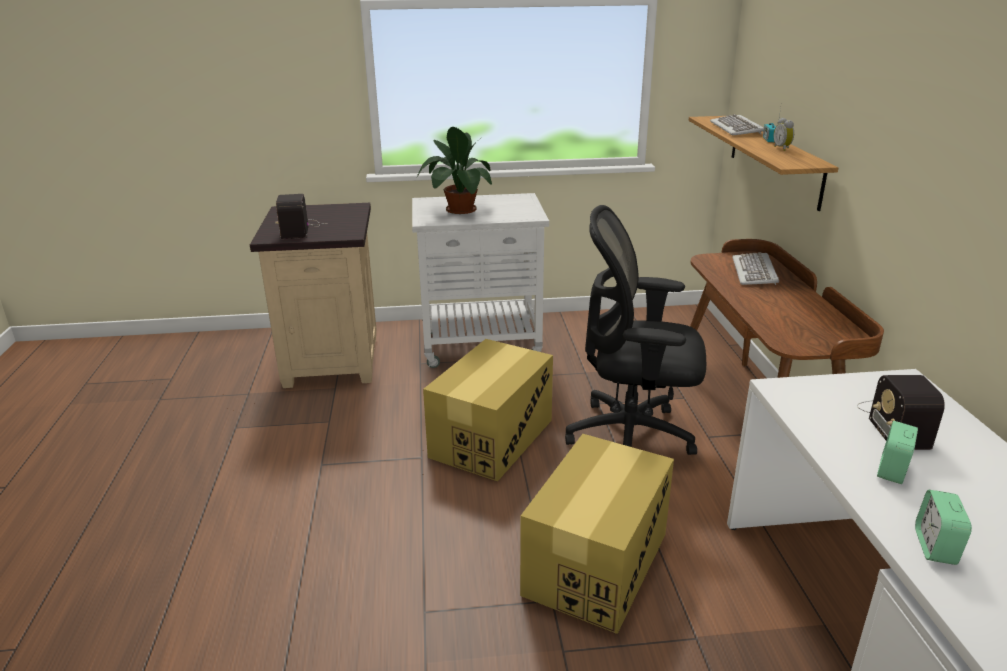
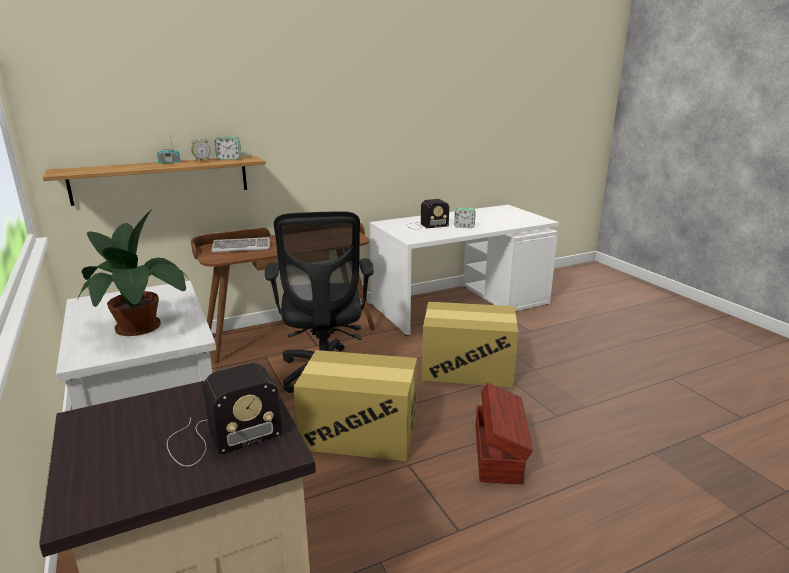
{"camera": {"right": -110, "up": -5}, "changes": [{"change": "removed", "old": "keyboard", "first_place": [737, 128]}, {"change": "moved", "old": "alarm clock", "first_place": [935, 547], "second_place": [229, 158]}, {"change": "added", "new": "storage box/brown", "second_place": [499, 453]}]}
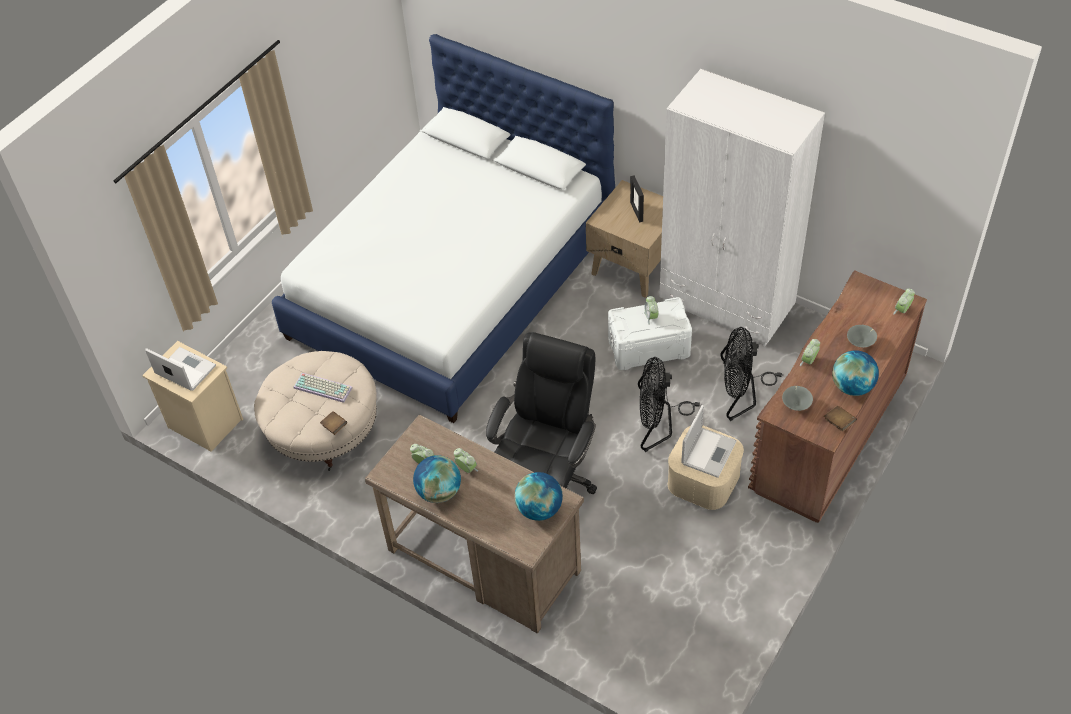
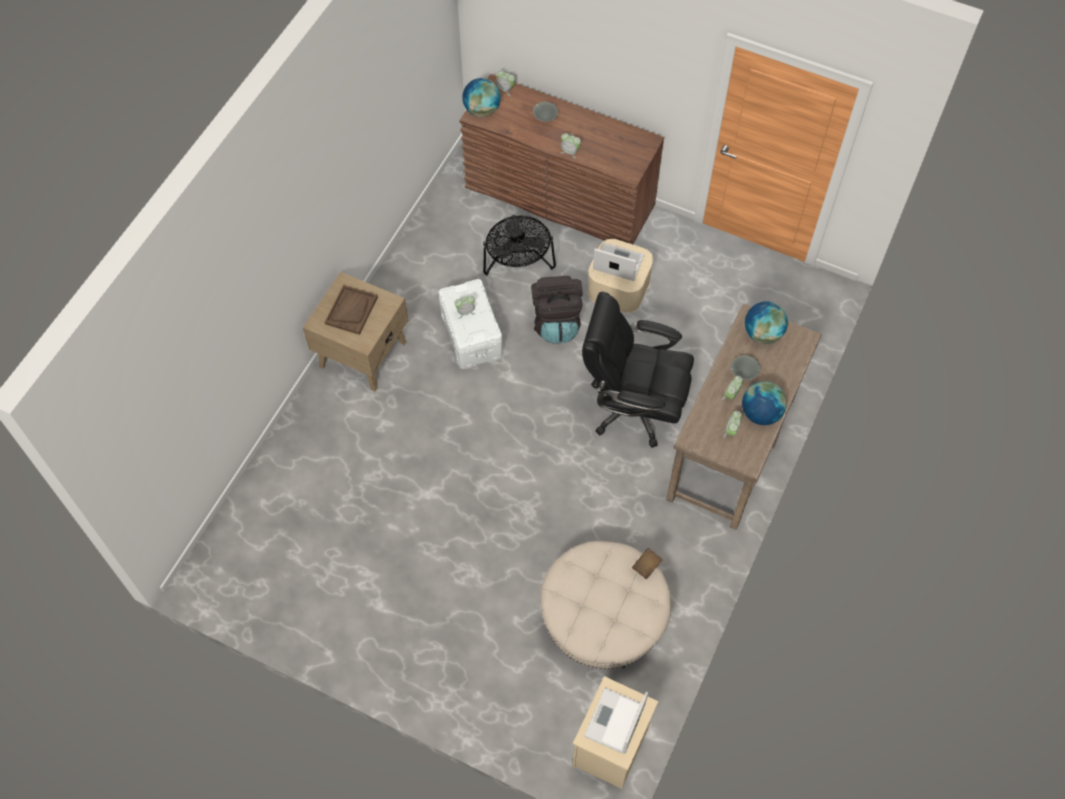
{"camera": {"right": -100, "up": 10}, "changes": [{"change": "removed", "old": "bed/white", "first_place": [453, 283]}, {"change": "removed", "old": "wardrobe/white", "first_place": [726, 306]}, {"change": "replaced", "old": "picture frame", "new": "tray/brown", "first_place": [637, 211], "second_place": [351, 310]}, {"change": "moved", "old": "globe", "first_place": [852, 387], "second_place": [482, 110]}, {"change": "replaced", "old": "fan/black", "new": "backpack/black", "first_place": [659, 418], "second_place": [556, 322]}, {"change": "removed", "old": "keyboard", "first_place": [324, 387]}, {"change": "moved", "old": "bowl/grey", "first_place": [796, 404], "second_place": [743, 372]}, {"change": "removed", "old": "book/brown", "first_place": [839, 423]}]}
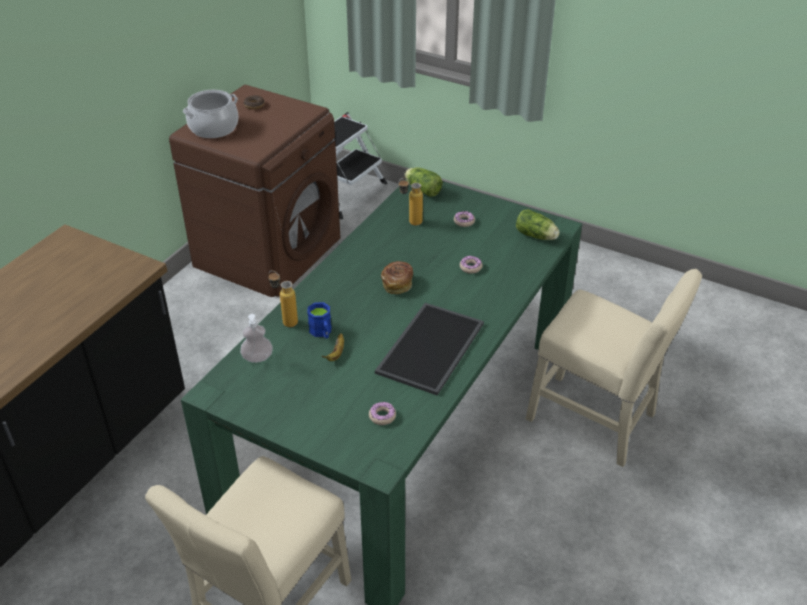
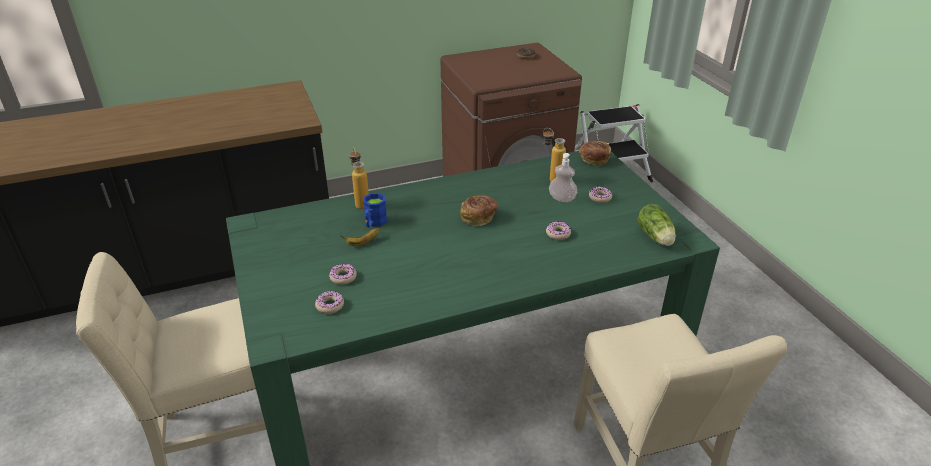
{"camera": {"right": 40, "up": -5}, "changes": [{"change": "removed", "old": "cooking pot", "first_place": [214, 128]}, {"change": "replaced", "old": "lettuce", "new": "bread", "first_place": [422, 189], "second_place": [594, 160]}, {"change": "removed", "old": "tray", "first_place": [432, 349]}, {"change": "moved", "old": "soap dispenser", "first_place": [257, 358], "second_place": [562, 198]}, {"change": "added", "new": "donut", "second_place": [343, 277]}]}
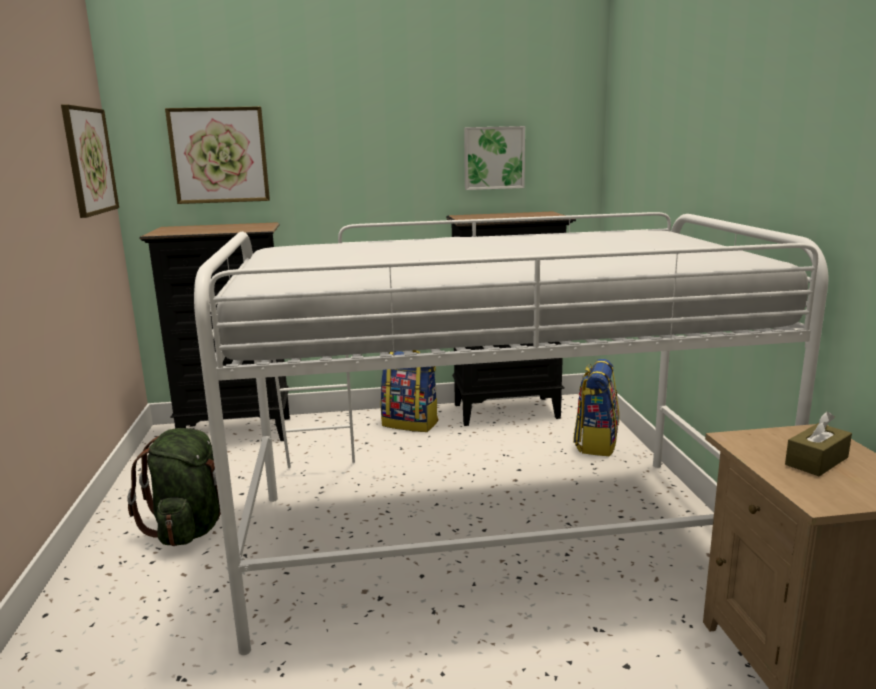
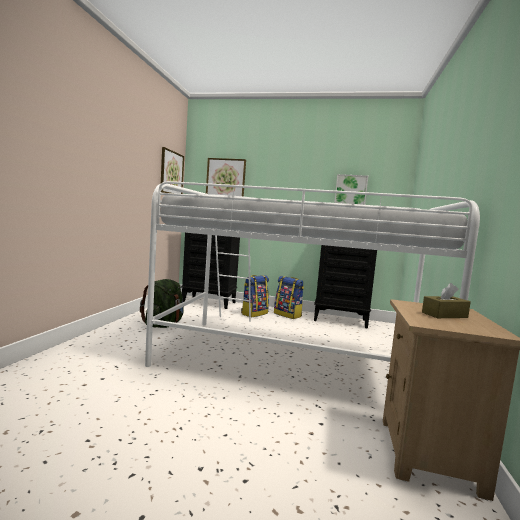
{"camera": {"right": 20, "up": -10}, "changes": [{"change": "moved", "old": "backpack", "first_place": [595, 443], "second_place": [254, 313]}]}
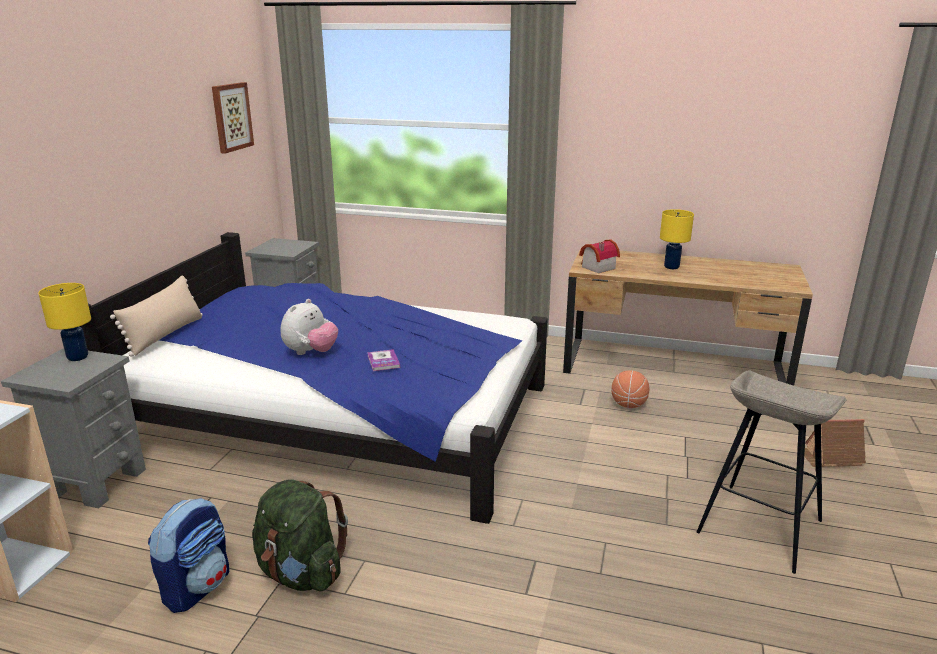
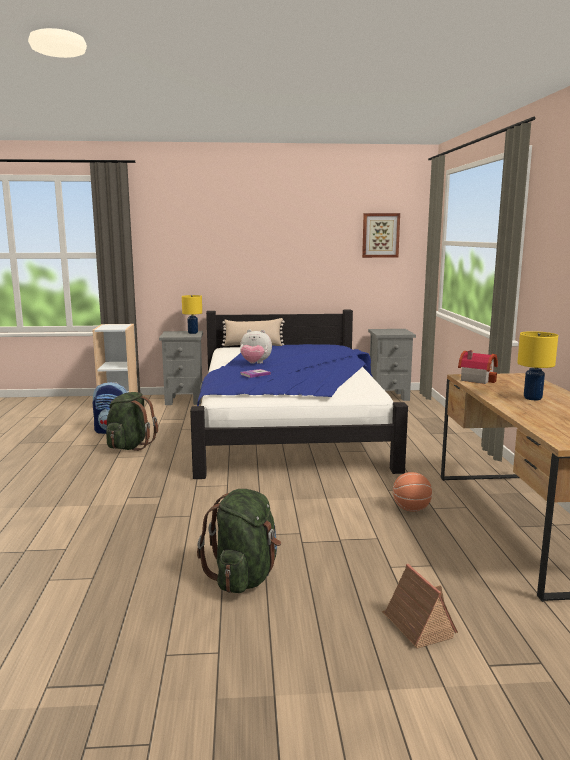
{"camera": {"right": 70, "up": -10}, "changes": [{"change": "replaced", "old": "stool/grey", "new": "backpack/green", "first_place": [758, 526], "second_place": [244, 577]}]}
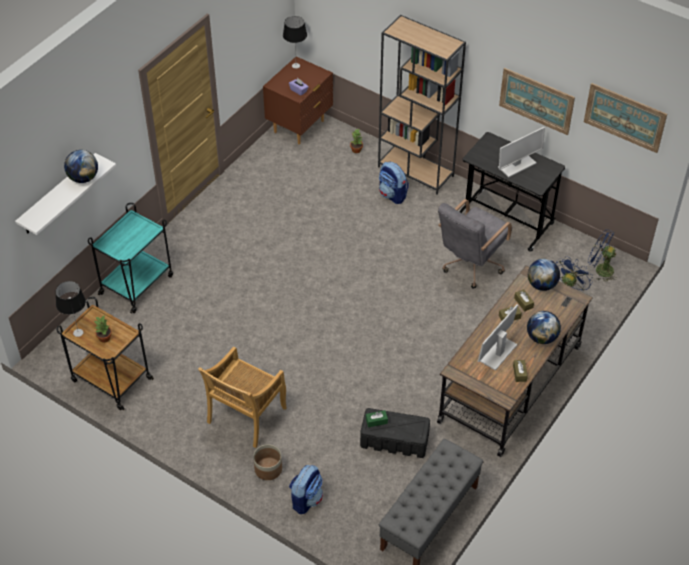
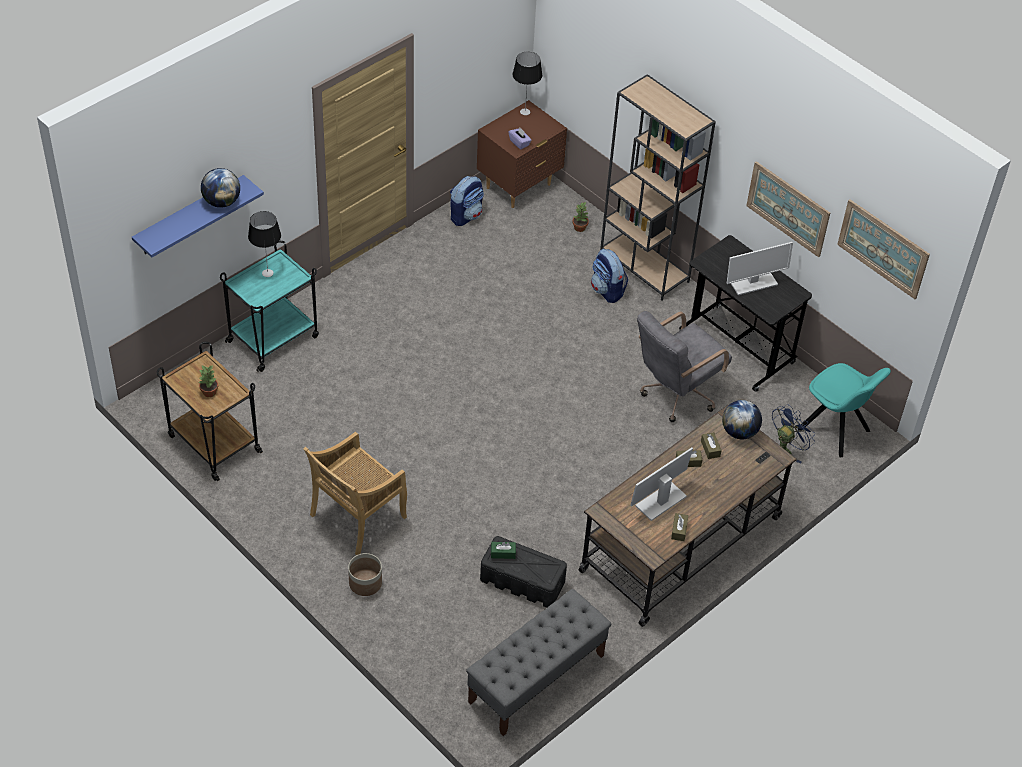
{"camera": {"right": 10, "up": 0}, "changes": [{"change": "recoloured", "old": "shelf/white", "new": "shelf/blue", "first_place": [58, 195], "second_place": [189, 216]}, {"change": "replaced", "old": "fan/blue", "new": "chair/turquoise", "first_place": [600, 269], "second_place": [834, 430]}, {"change": "moved", "old": "table lamp", "first_place": [78, 332], "second_place": [268, 273]}, {"change": "removed", "old": "globe", "first_place": [541, 337]}, {"change": "moved", "old": "backpack", "first_place": [306, 499], "second_place": [466, 215]}]}
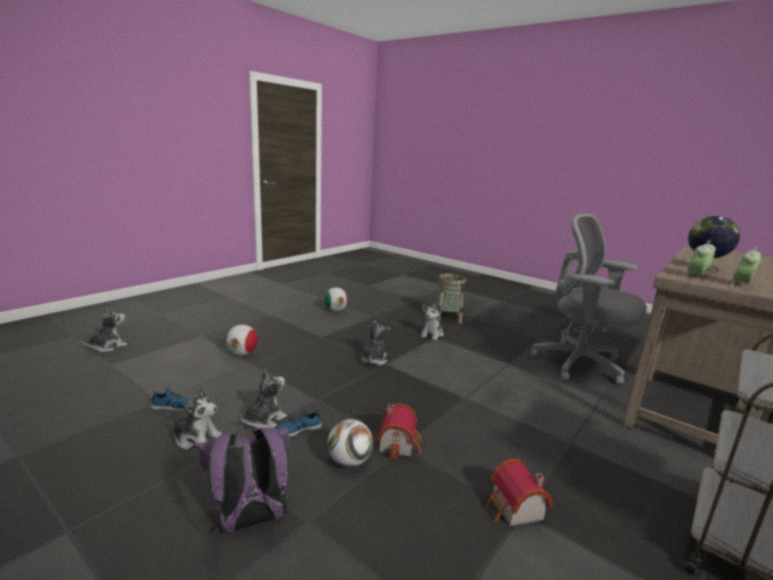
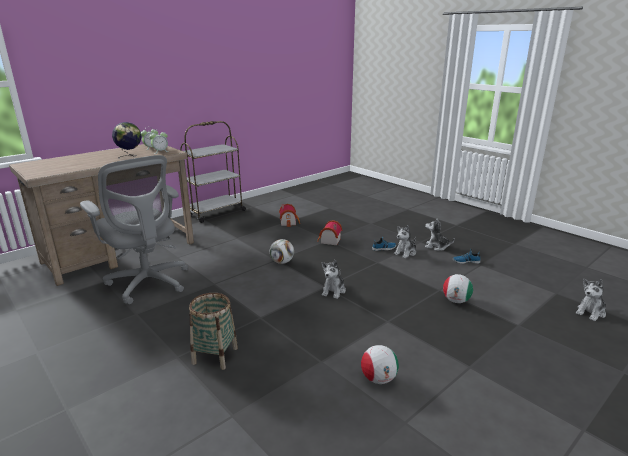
{"camera": {"right": -170, "up": 5}, "changes": [{"change": "removed", "old": "plush toy", "first_place": [432, 334]}, {"change": "moved", "old": "football", "first_place": [349, 461], "second_place": [282, 262]}, {"change": "removed", "old": "backpack/purple", "first_place": [250, 521]}]}
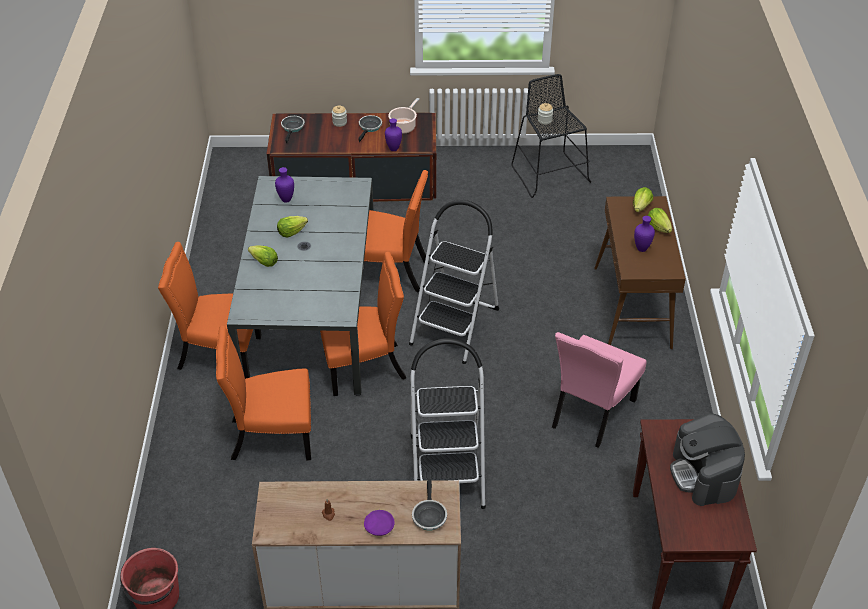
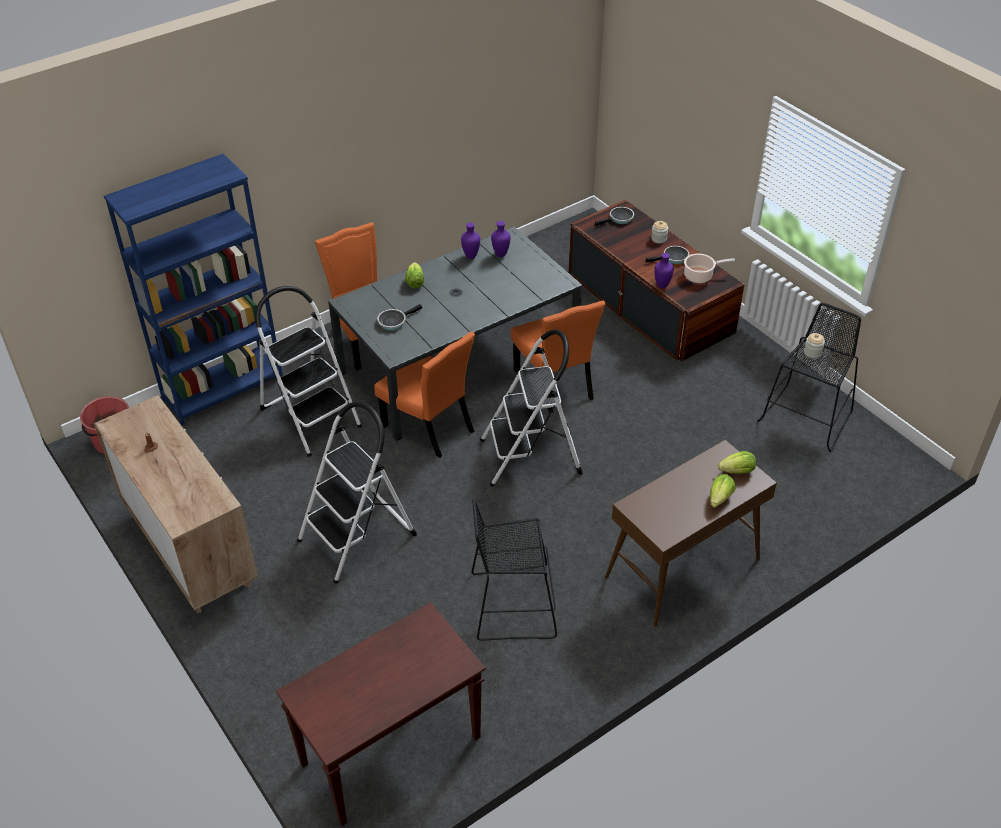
{"camera": {"right": 55, "up": 0}, "changes": [{"change": "removed", "old": "lettuce", "first_place": [291, 232]}, {"change": "moved", "old": "vase/purple", "first_place": [641, 249], "second_place": [470, 256]}, {"change": "replaced", "old": "chair/orange", "new": "step ladder", "first_place": [273, 437], "second_place": [309, 416]}, {"change": "replaced", "old": "chair/pink", "new": "stool/black", "first_place": [592, 411], "second_place": [514, 603]}, {"change": "removed", "old": "coffee machine", "first_place": [704, 475]}, {"change": "moved", "old": "frying pan", "first_place": [429, 515], "second_place": [394, 321]}, {"change": "removed", "old": "plate/purple", "first_place": [379, 526]}, {"change": "added", "new": "bookcase/blue", "second_place": [223, 389]}]}
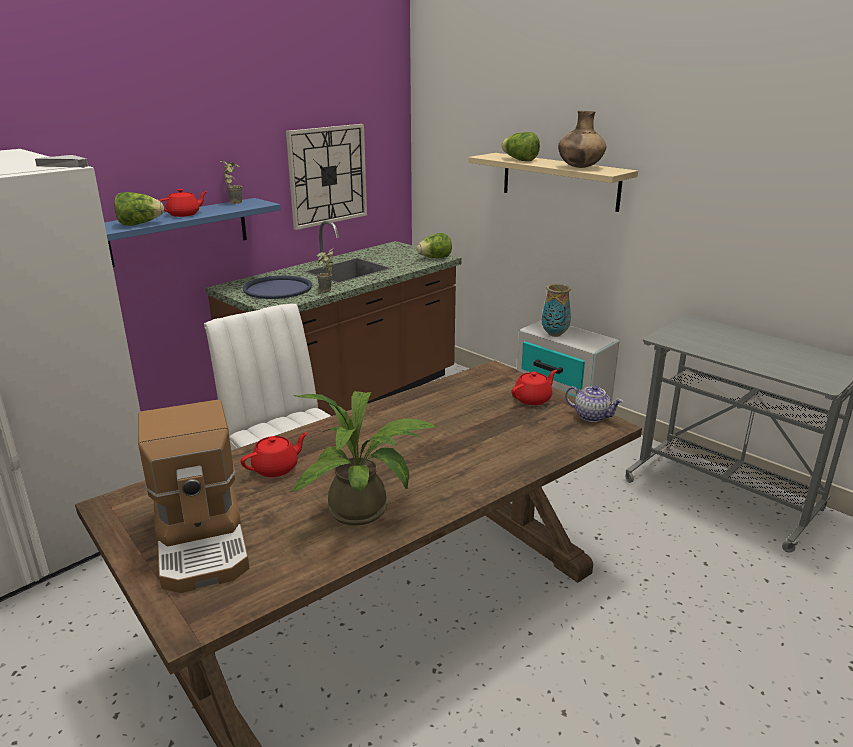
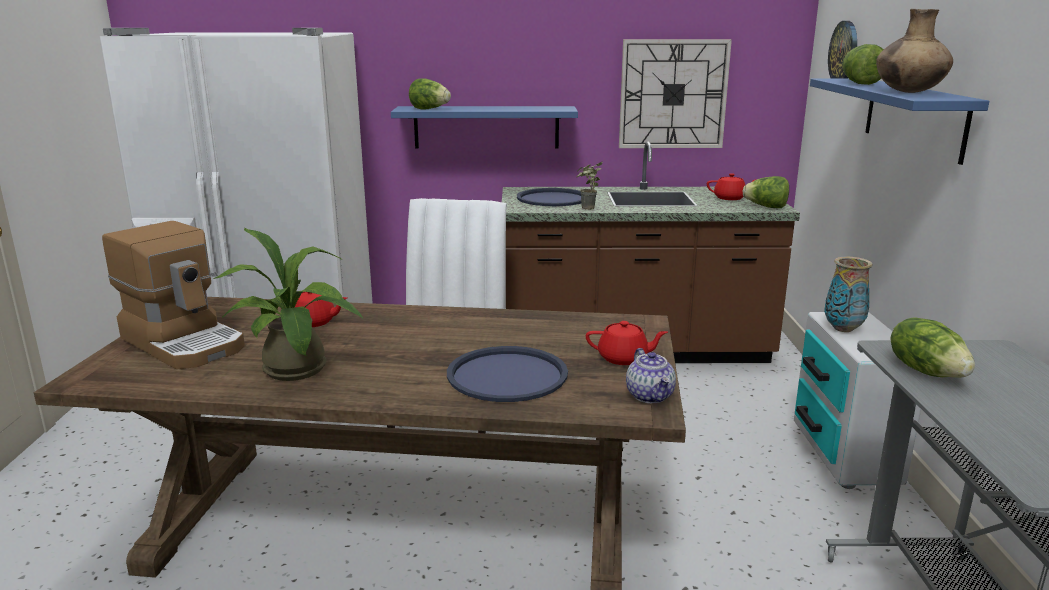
{"camera": {"right": 45, "up": -5}, "changes": [{"change": "recoloured", "old": "shelf/beige", "new": "shelf/blue", "first_place": [560, 181], "second_place": [914, 117]}, {"change": "removed", "old": "potted plant", "first_place": [234, 202]}, {"change": "moved", "old": "teapot/red", "first_place": [184, 214], "second_place": [730, 198]}, {"change": "turned", "old": "coffee machine", "first_place": [203, 540], "second_place": [185, 342], "degrees": -75}, {"change": "added", "new": "wall clock", "second_place": [844, 52]}, {"change": "added", "new": "lettuce", "second_place": [927, 371]}, {"change": "added", "new": "tray/blue", "second_place": [507, 375]}]}
